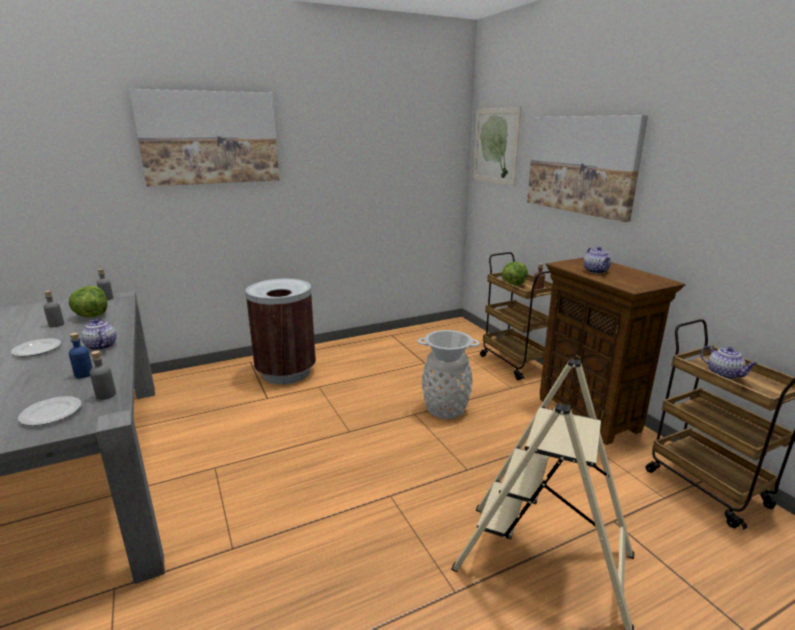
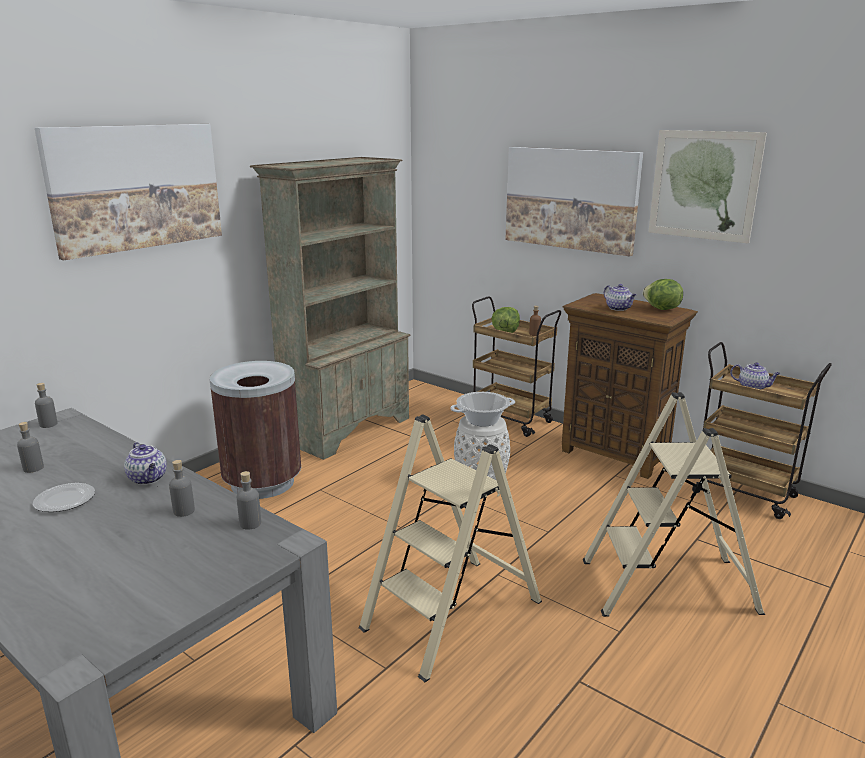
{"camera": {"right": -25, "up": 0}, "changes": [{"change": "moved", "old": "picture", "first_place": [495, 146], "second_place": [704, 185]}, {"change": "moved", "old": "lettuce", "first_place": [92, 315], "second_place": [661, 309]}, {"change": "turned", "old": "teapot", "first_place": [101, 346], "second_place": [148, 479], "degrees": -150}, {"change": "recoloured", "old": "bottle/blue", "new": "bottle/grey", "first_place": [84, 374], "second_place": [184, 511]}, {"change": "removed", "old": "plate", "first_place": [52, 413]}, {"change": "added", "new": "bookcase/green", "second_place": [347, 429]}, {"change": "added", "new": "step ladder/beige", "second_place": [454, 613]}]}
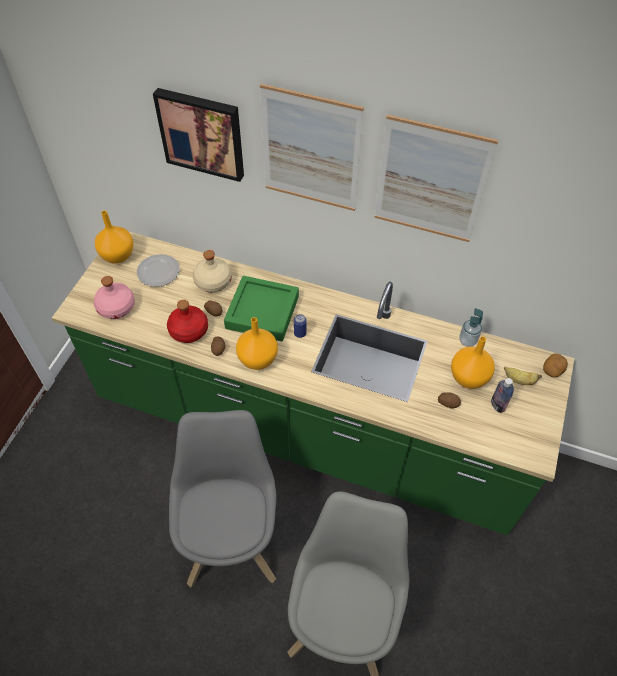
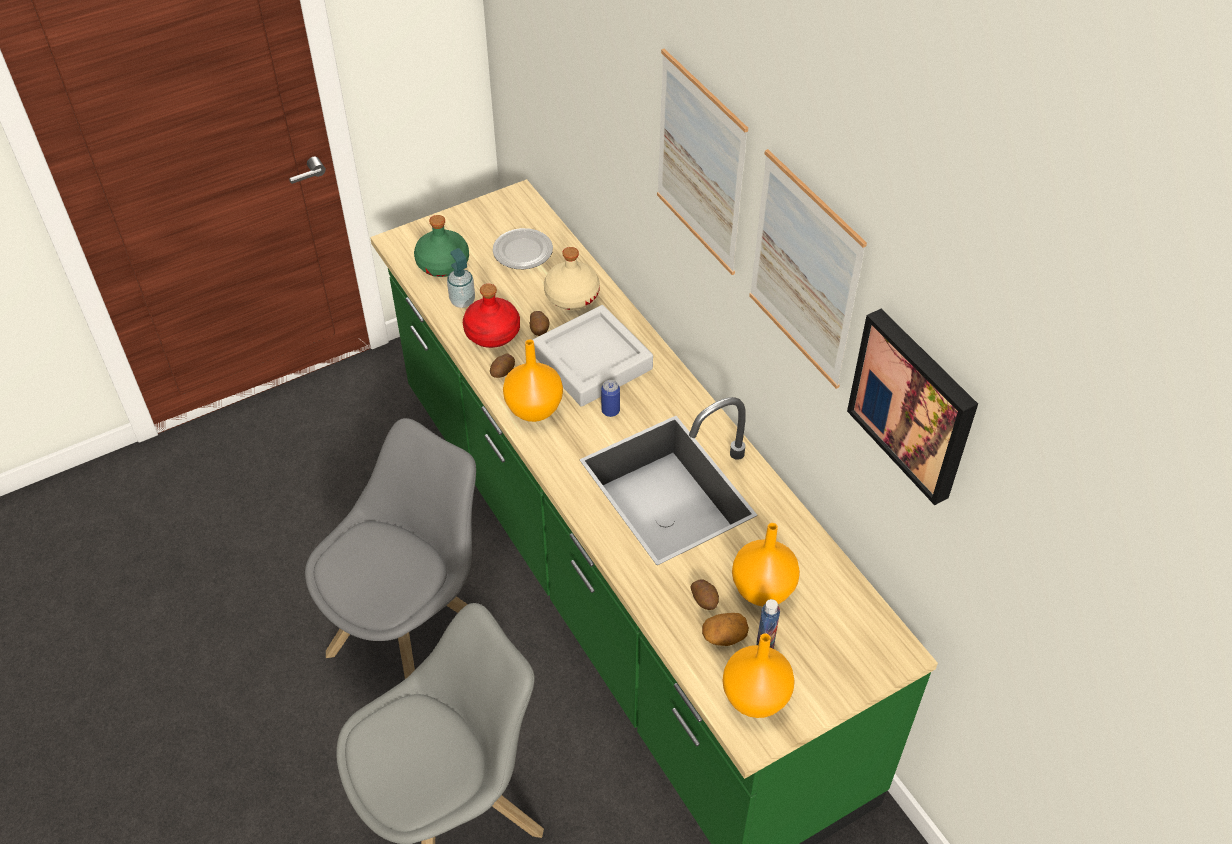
{"camera": {"right": 40, "up": -5}, "changes": [{"change": "moved", "old": "picture", "first_place": [202, 133], "second_place": [915, 404]}, {"change": "moved", "old": "vase/orange", "first_place": [117, 256], "second_place": [754, 697]}, {"change": "recoloured", "old": "bottle/pink", "new": "bottle/green", "first_place": [116, 307], "second_place": [442, 264]}, {"change": "recoloured", "old": "tray/green", "new": "tray/grey", "first_place": [262, 312], "second_place": [592, 362]}, {"change": "moved", "old": "soap dispenser", "first_place": [467, 340], "second_place": [462, 301]}, {"change": "moved", "old": "potato", "first_place": [552, 370], "second_place": [724, 636]}, {"change": "removed", "old": "banana", "first_place": [519, 380]}]}
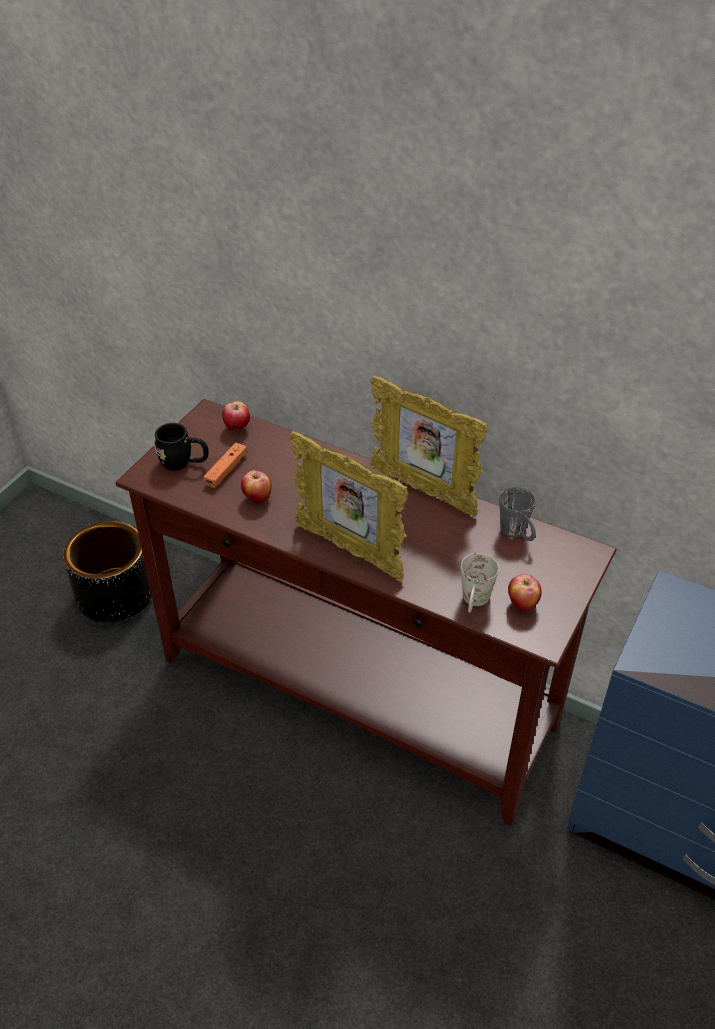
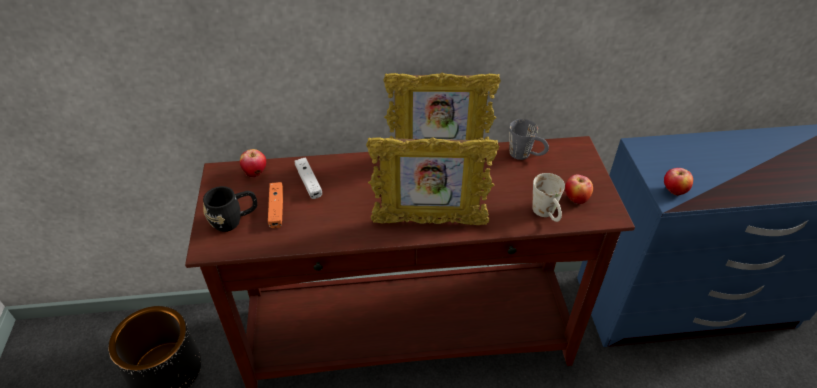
{"camera": {"right": -35, "up": 0}, "changes": [{"change": "moved", "old": "apple", "first_place": [257, 499], "second_place": [673, 192]}, {"change": "added", "new": "game controller/white", "second_place": [309, 182]}]}
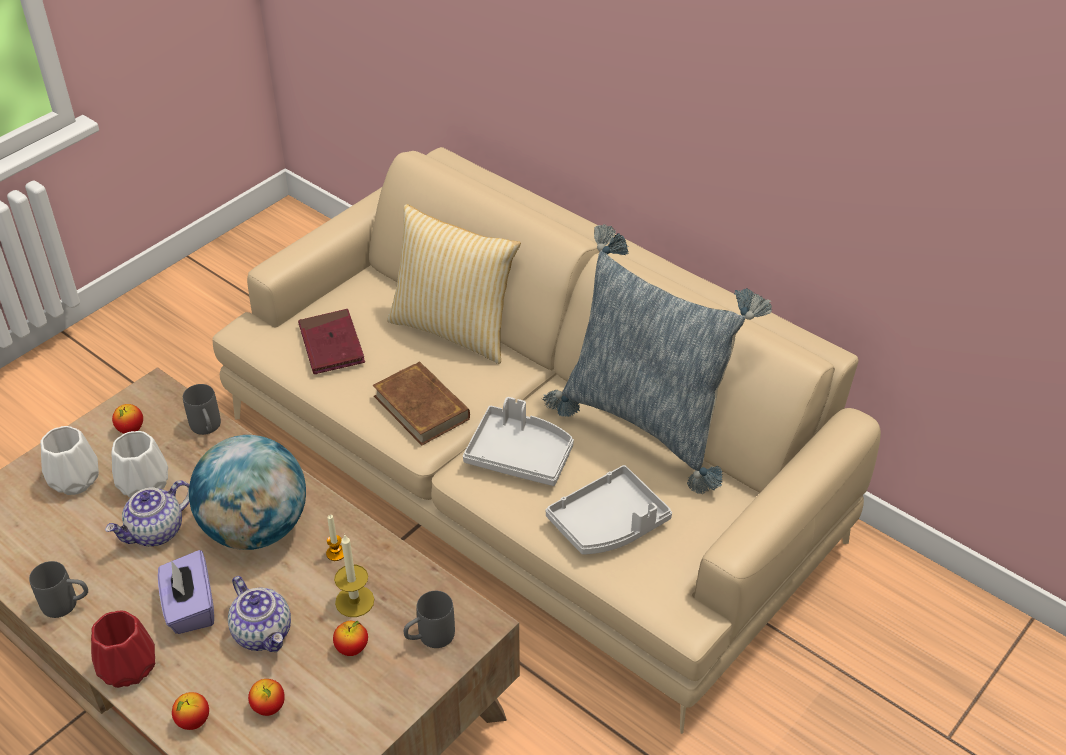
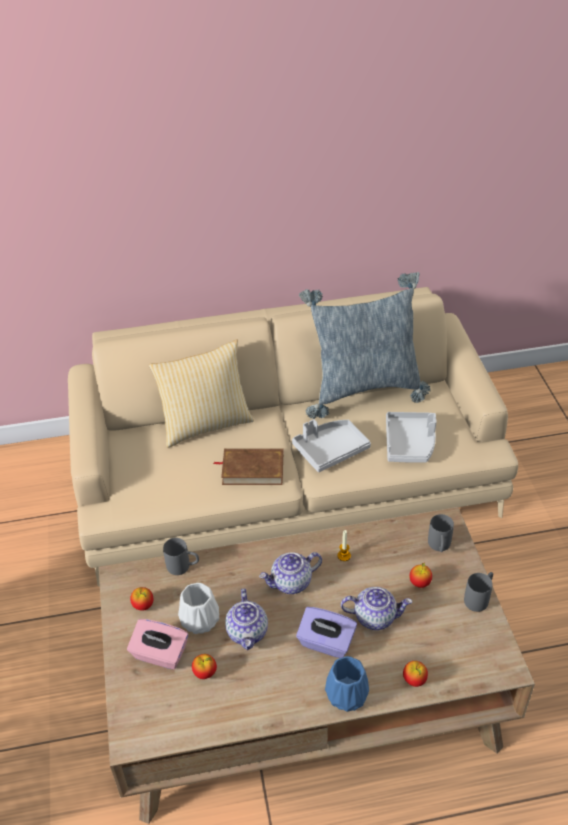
{"camera": {"right": -50, "up": 0}, "changes": [{"change": "removed", "old": "book/red", "first_place": [331, 345]}, {"change": "replaced", "old": "vase/white", "new": "tissue box/pink", "first_place": [76, 479], "second_place": [160, 654]}, {"change": "replaced", "old": "globe", "new": "teapot", "first_place": [255, 529], "second_place": [291, 583]}, {"change": "removed", "old": "candle", "first_place": [354, 601]}, {"change": "moved", "old": "mug/grey", "first_place": [67, 604], "second_place": [479, 598]}, {"change": "recoloured", "old": "vase/red", "new": "vase/blue", "first_place": [128, 668], "second_place": [348, 695]}, {"change": "moved", "old": "apple", "first_place": [269, 707], "second_place": [205, 673]}]}
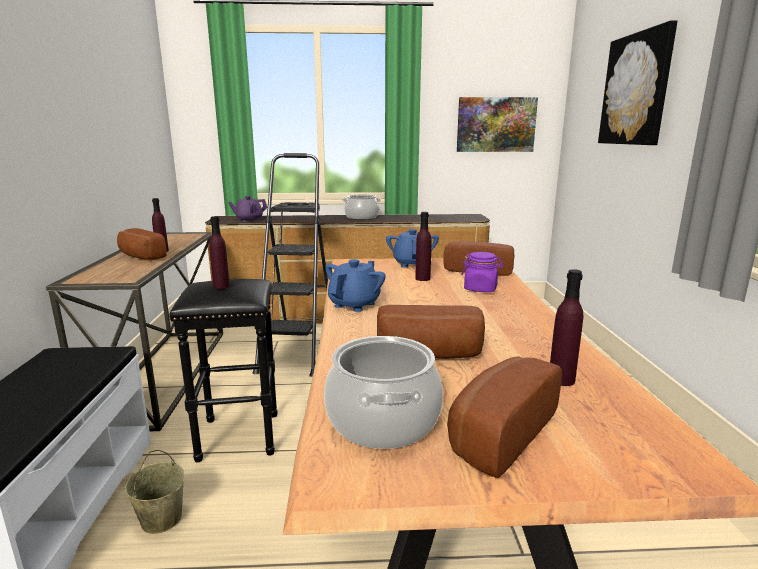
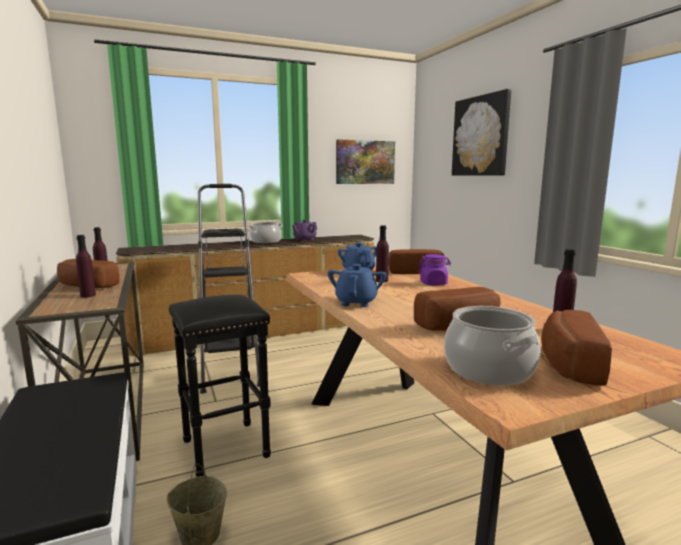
{"camera": {"right": -20, "up": -5}, "changes": [{"change": "moved", "old": "teapot/purple", "first_place": [249, 220], "second_place": [304, 239]}, {"change": "moved", "old": "bottle/purple", "first_place": [221, 286], "second_place": [88, 295]}]}
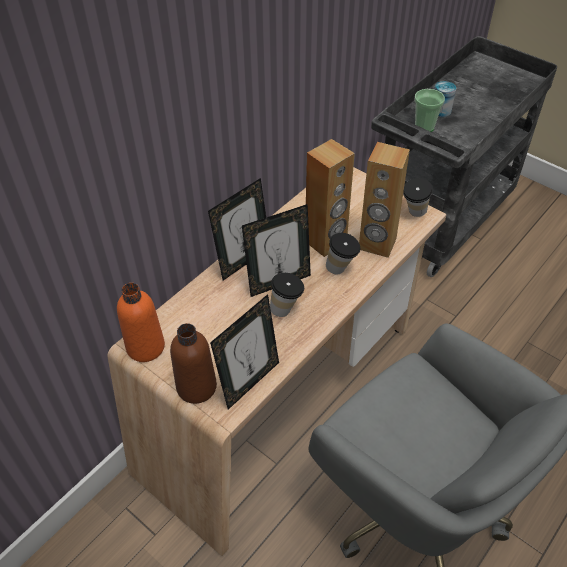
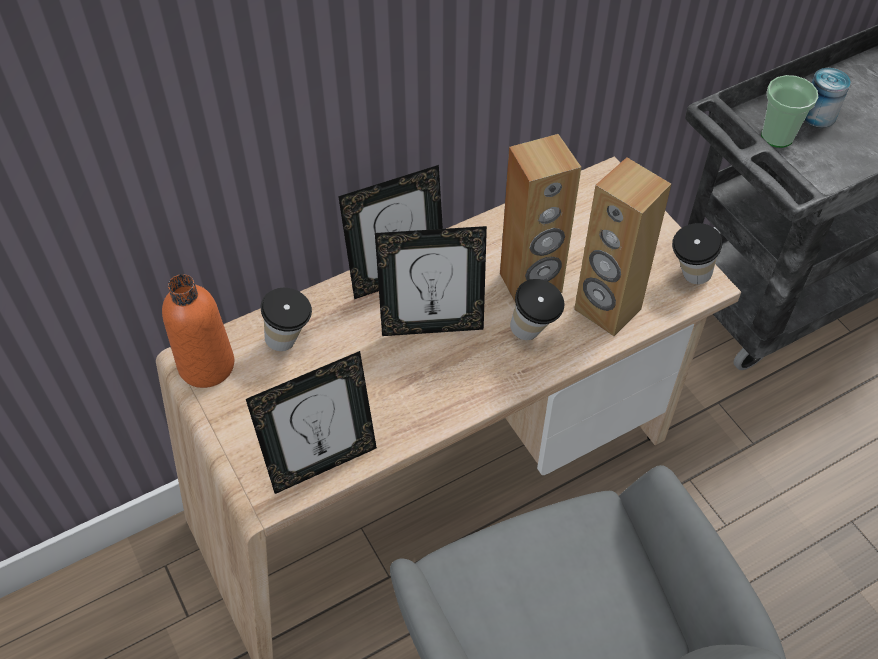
{"camera": {"right": 20, "up": 5}, "changes": [{"change": "moved", "old": "cup", "first_place": [286, 309], "second_place": [291, 342]}, {"change": "removed", "old": "bottle/brown", "first_place": [196, 387]}]}
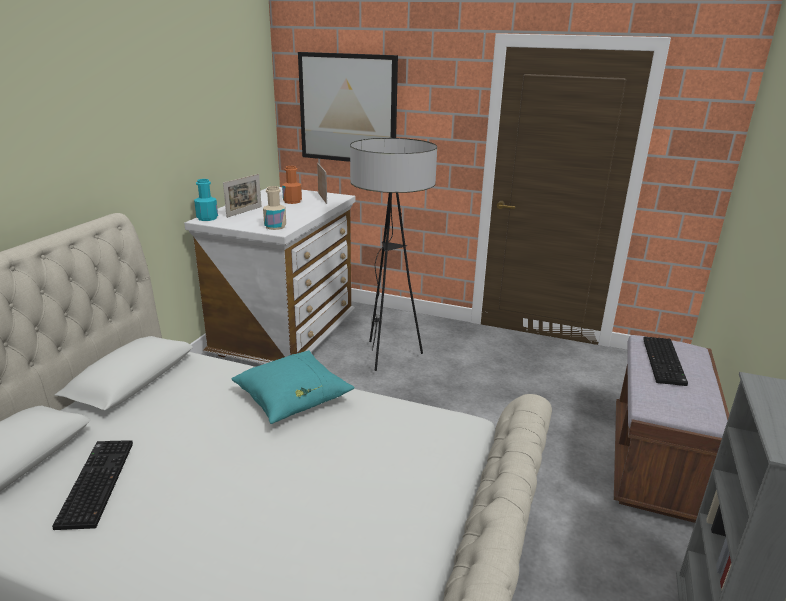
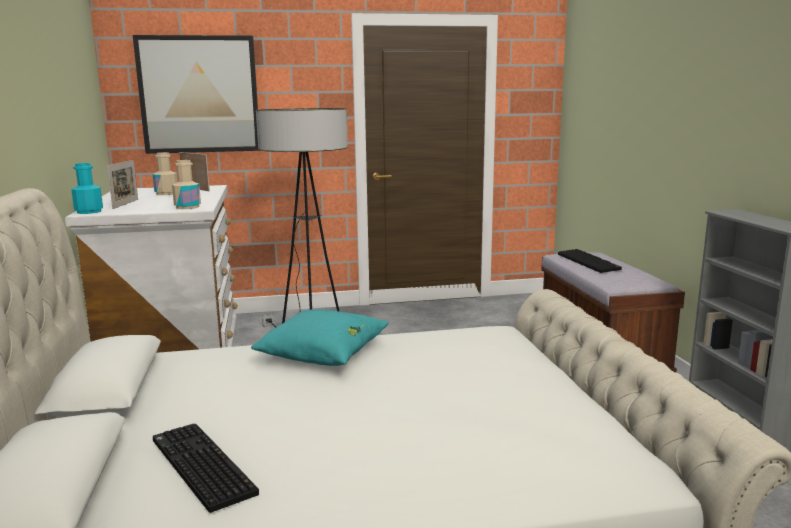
{"camera": {"right": -30, "up": -10}, "changes": [{"change": "recoloured", "old": "bottle/orange", "new": "bottle/beige", "first_place": [292, 201], "second_place": [166, 193]}]}
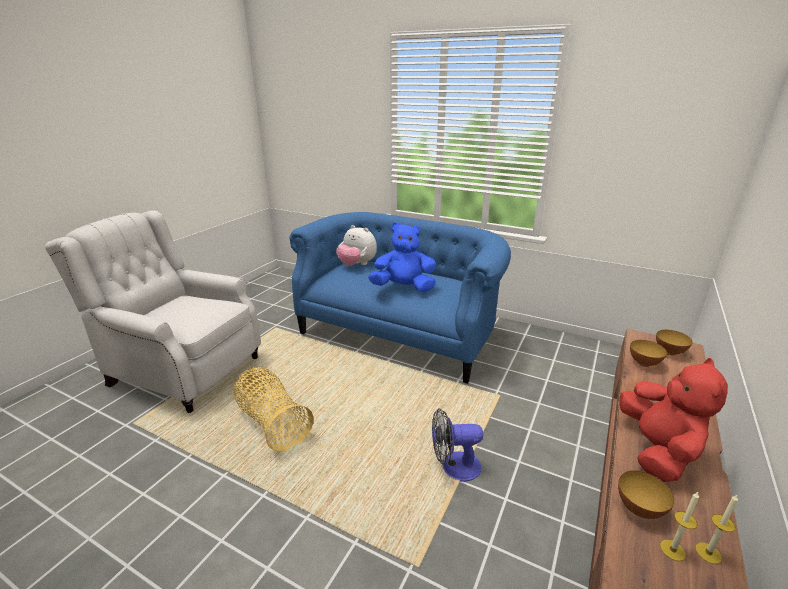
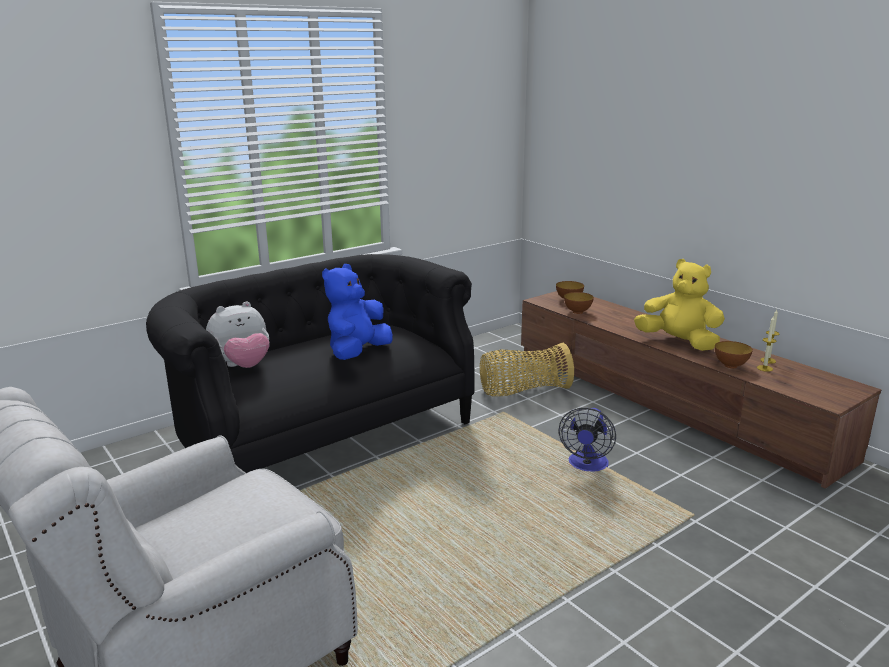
{"camera": {"right": -65, "up": -5}, "changes": [{"change": "recoloured", "old": "sofa/blue", "new": "sofa/black", "first_place": [399, 332], "second_place": [323, 435]}, {"change": "recoloured", "old": "plush toy/red", "new": "plush toy/yellow", "first_place": [657, 450], "second_place": [679, 342]}, {"change": "moved", "old": "basket", "first_place": [272, 422], "second_place": [523, 391]}]}
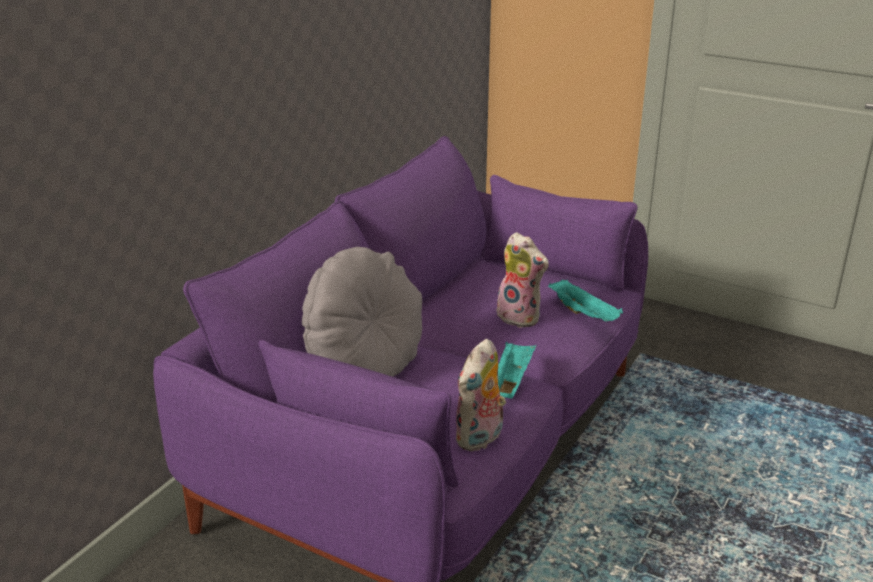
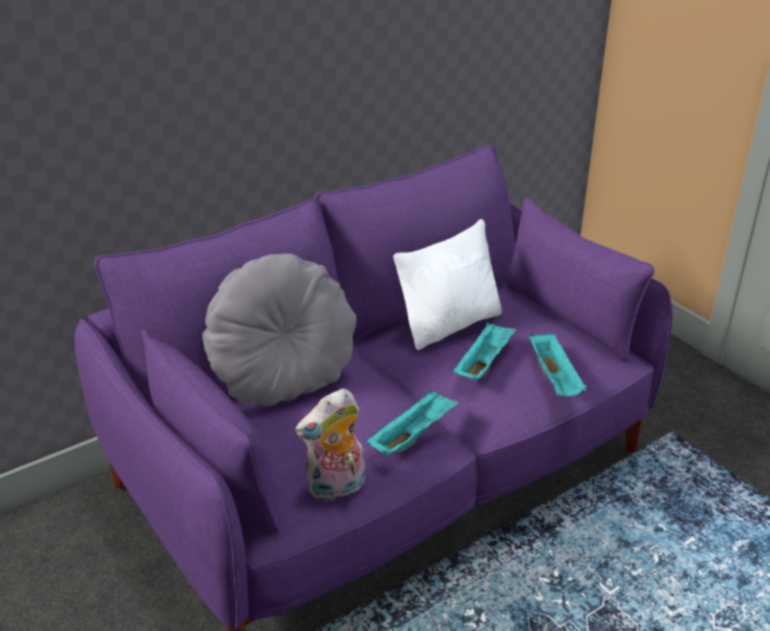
{"camera": {"right": 25, "up": 5}, "changes": [{"change": "replaced", "old": "plush toy", "new": "tray/turquoise", "first_place": [521, 317], "second_place": [483, 363]}, {"change": "added", "new": "pillow/white", "second_place": [450, 324]}]}
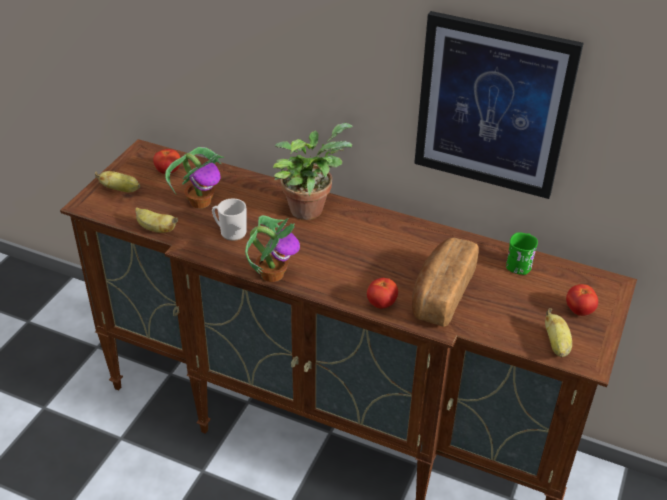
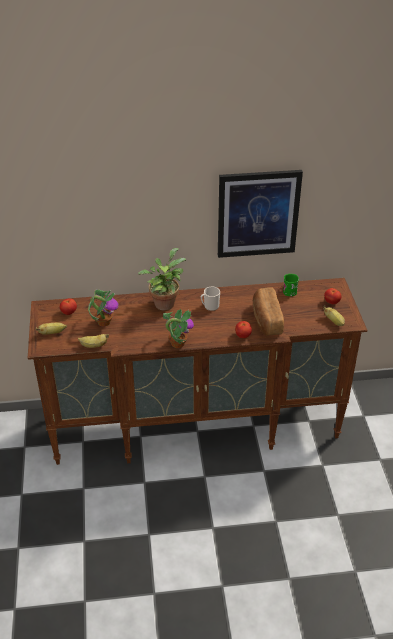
{"camera": {"right": -30, "up": 0}, "changes": [{"change": "moved", "old": "mug", "first_place": [230, 232], "second_place": [210, 306]}]}
